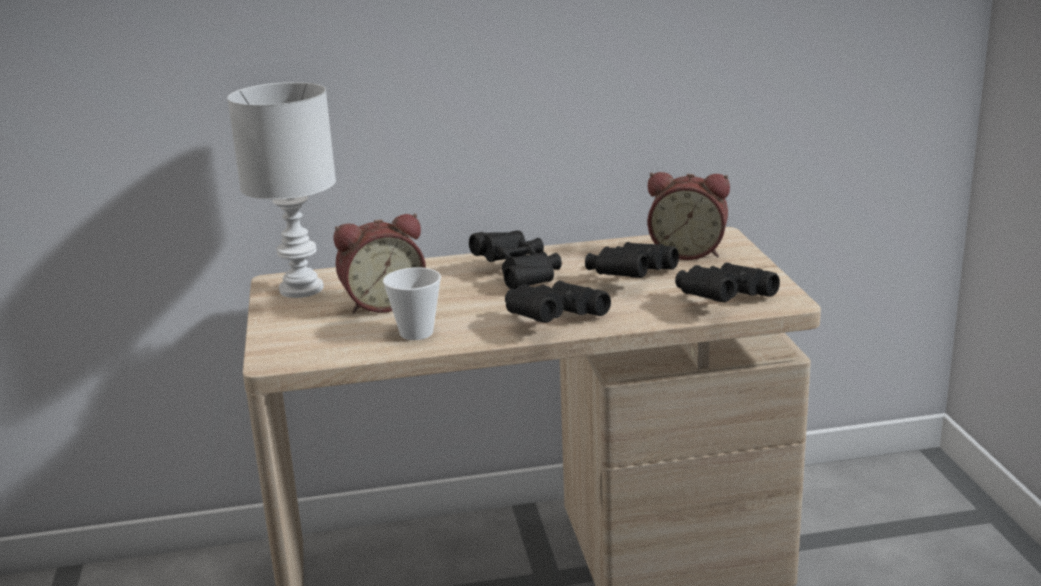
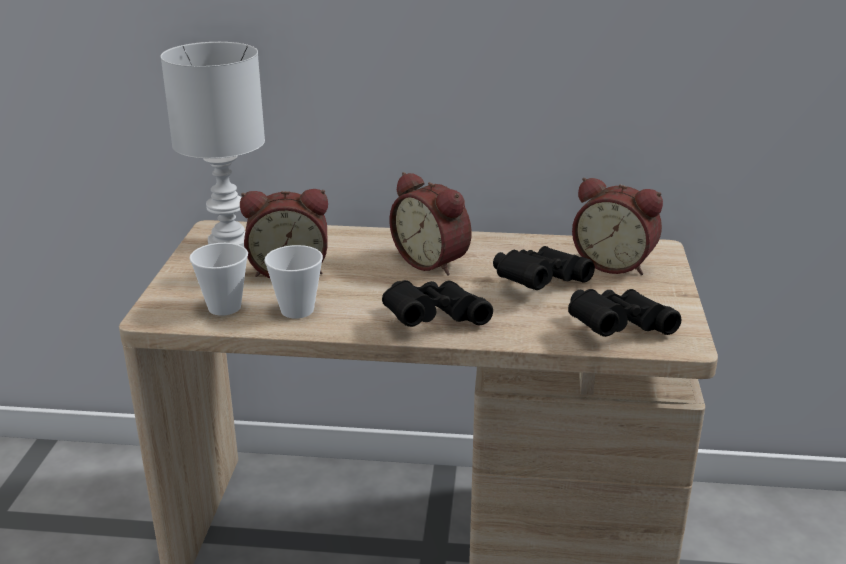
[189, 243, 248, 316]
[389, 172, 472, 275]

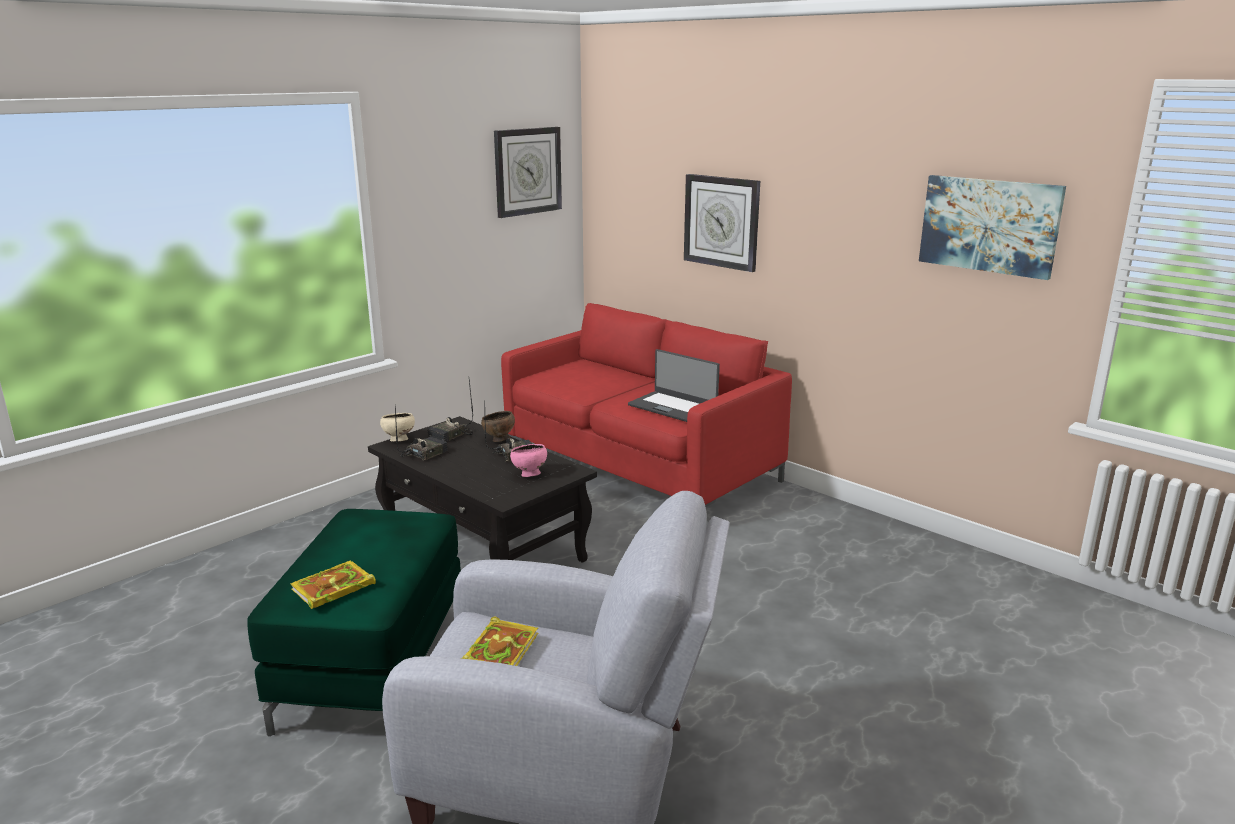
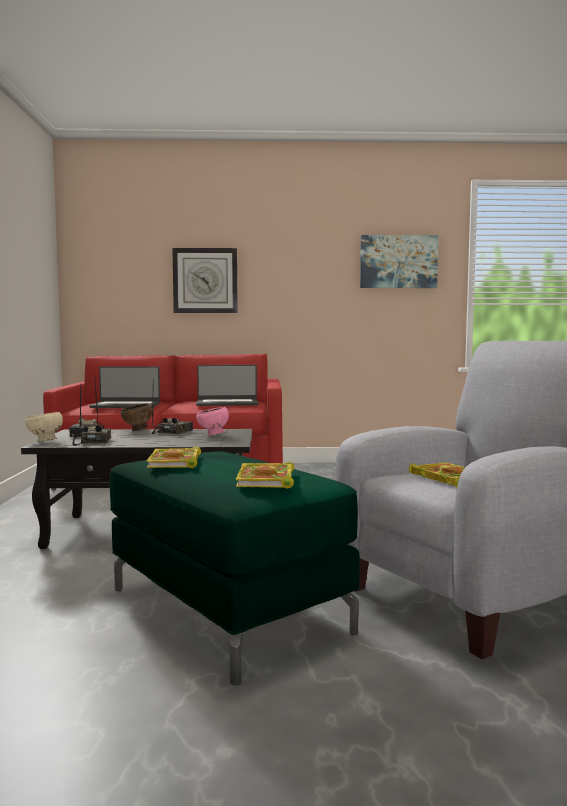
[494, 127, 562, 218] (first image)
[89, 366, 160, 408]
[146, 447, 201, 468]

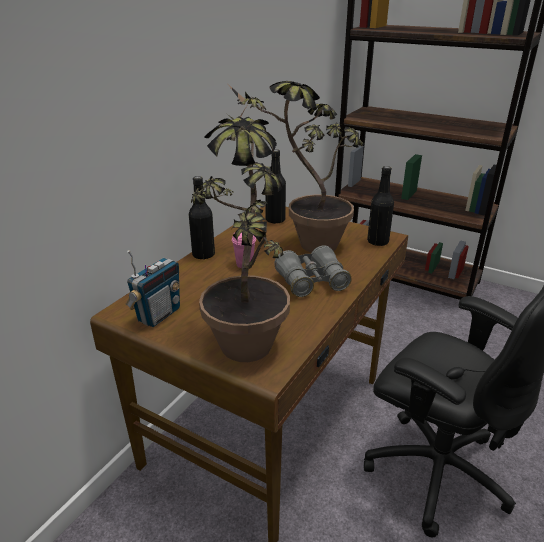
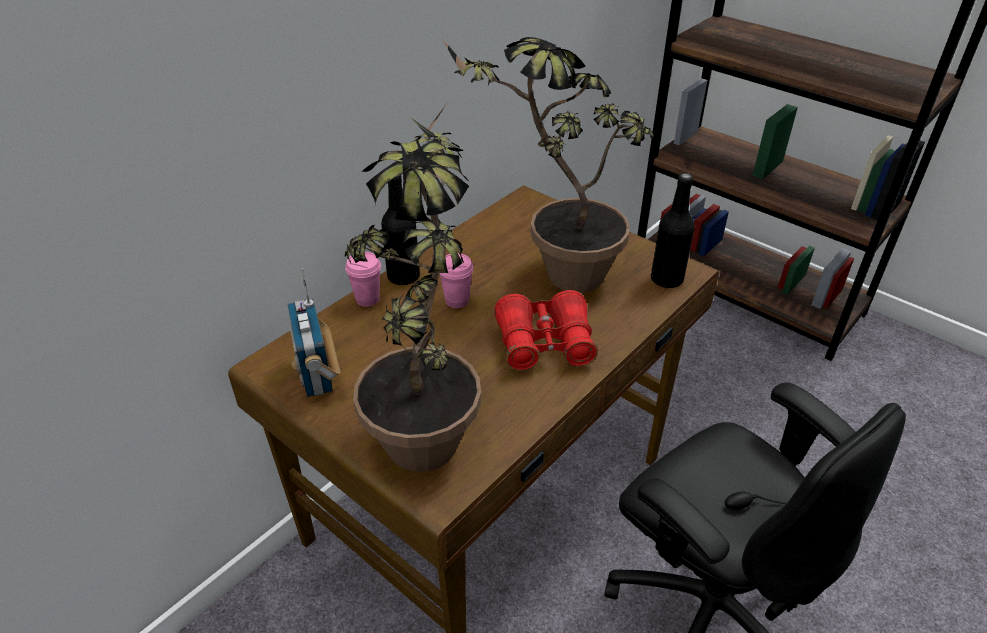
[265, 149, 286, 224] (first image)
[345, 252, 381, 307]
[494, 290, 598, 371]
[287, 268, 340, 397]

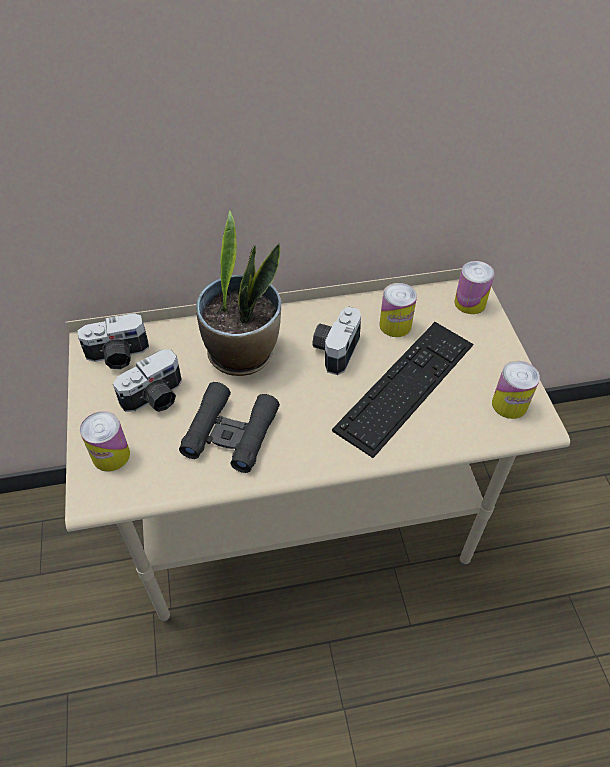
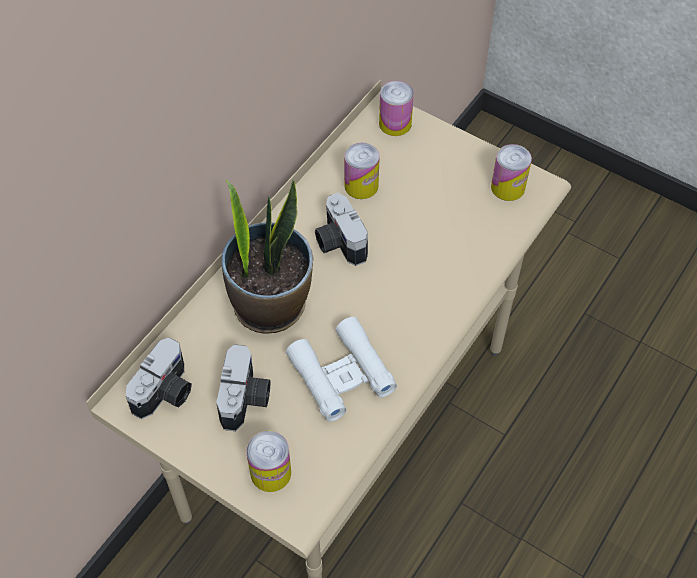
[332, 322, 473, 458] (first image)
[286, 317, 397, 422]

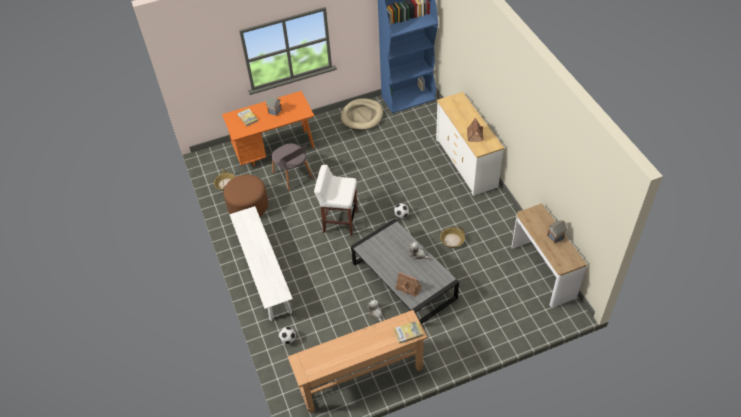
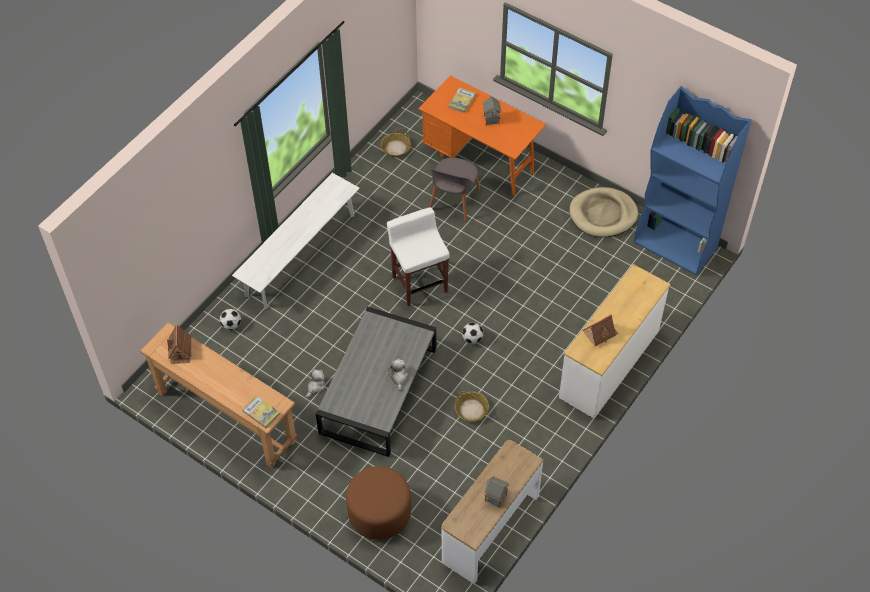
[346, 466, 411, 540]
[167, 324, 191, 364]

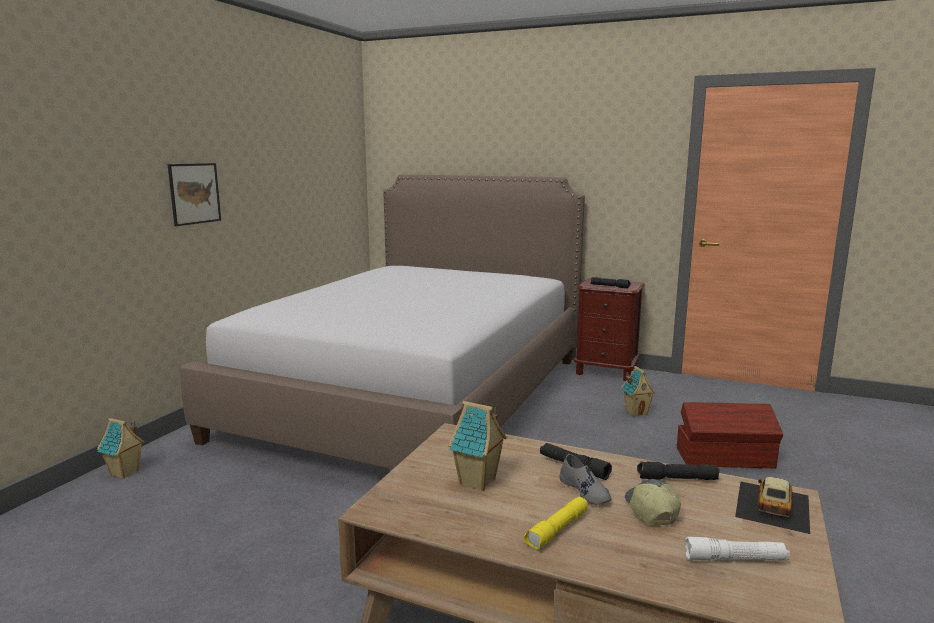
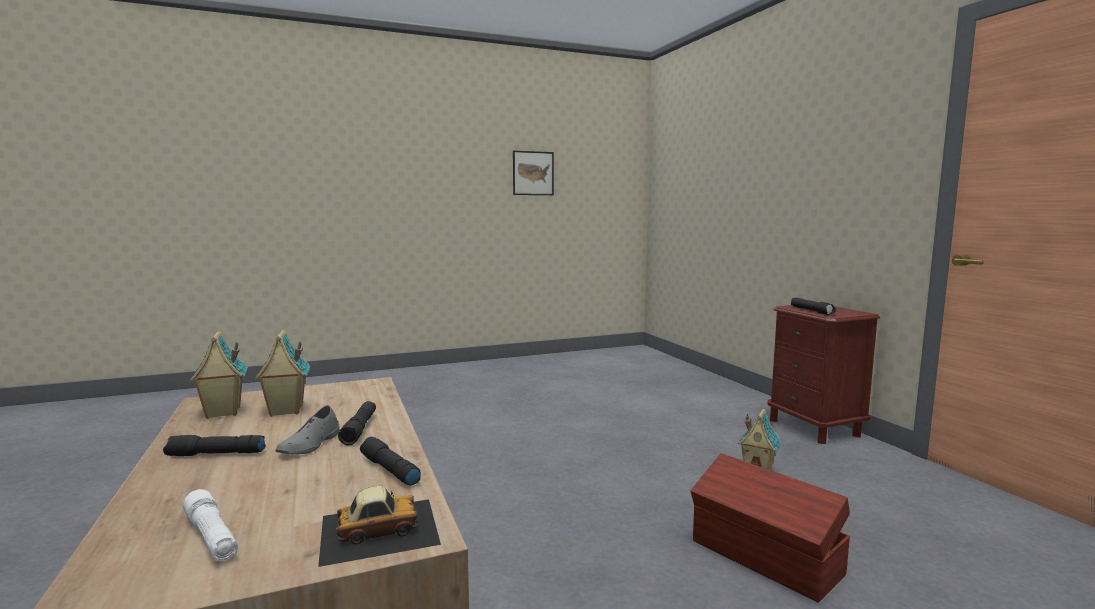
[180, 175, 585, 469] (first image)
[625, 479, 681, 526] (first image)
[189, 331, 248, 419]
[513, 151, 554, 195]
[163, 435, 266, 456]

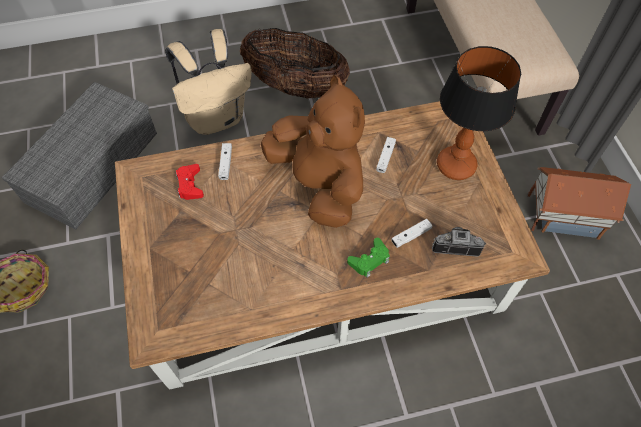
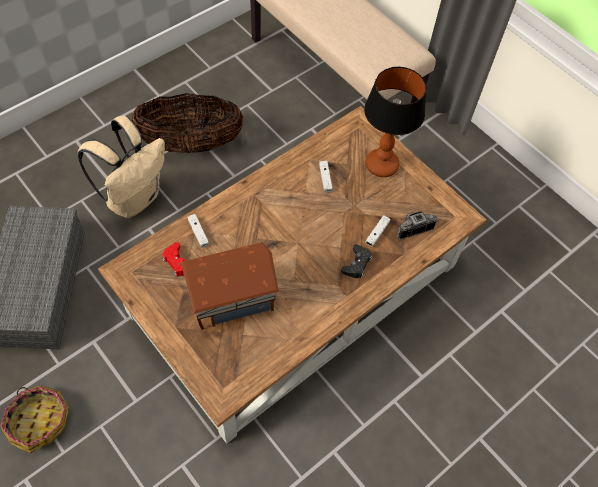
[261, 75, 365, 228] (first image)
[179, 242, 280, 330]
[341, 244, 372, 278]

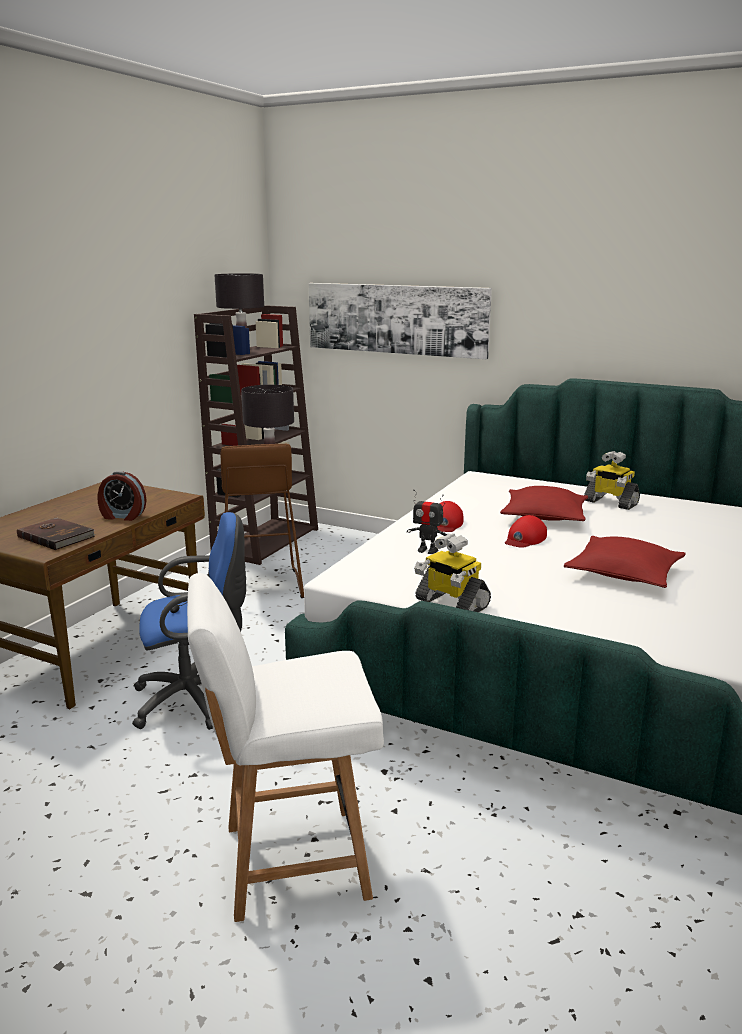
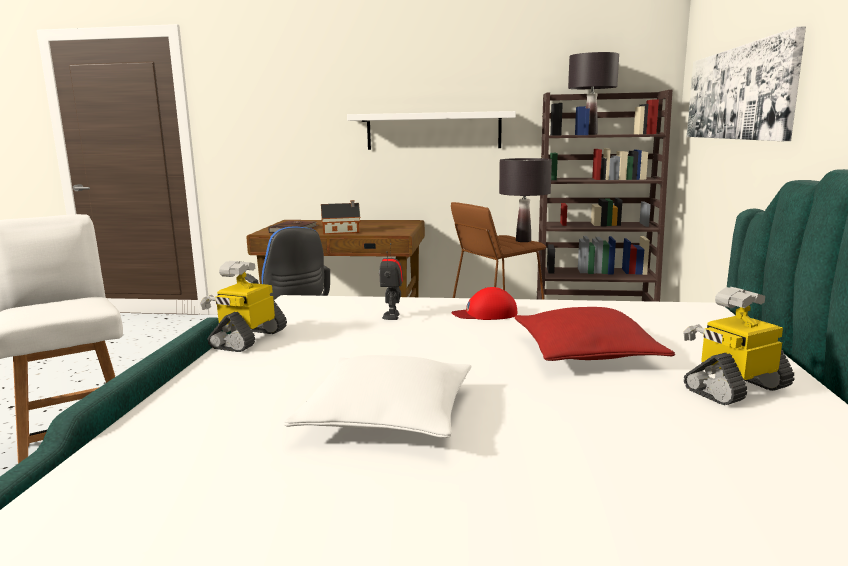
[505, 515, 547, 548] (first image)
[347, 111, 516, 150]
[321, 200, 361, 234]
[284, 355, 471, 438]
[683, 287, 795, 405]

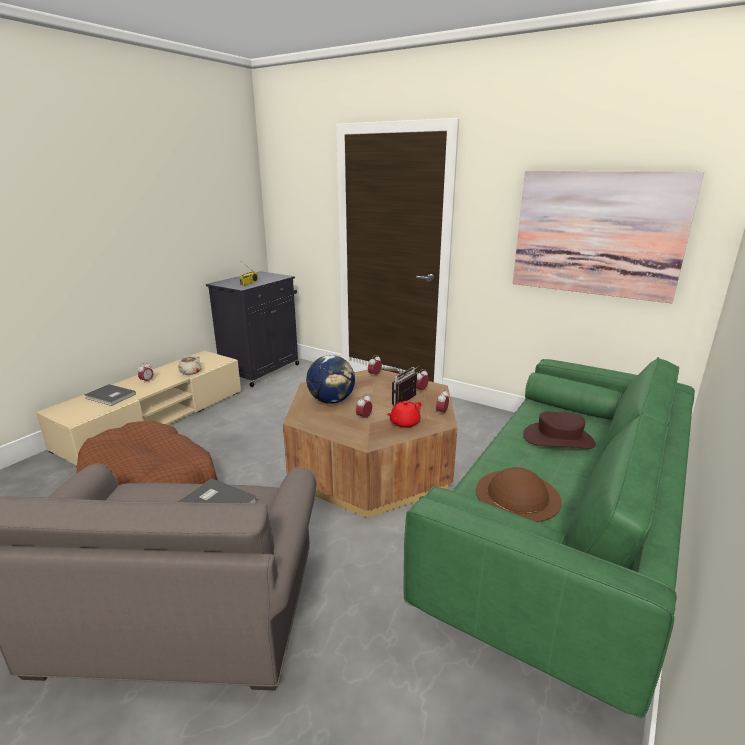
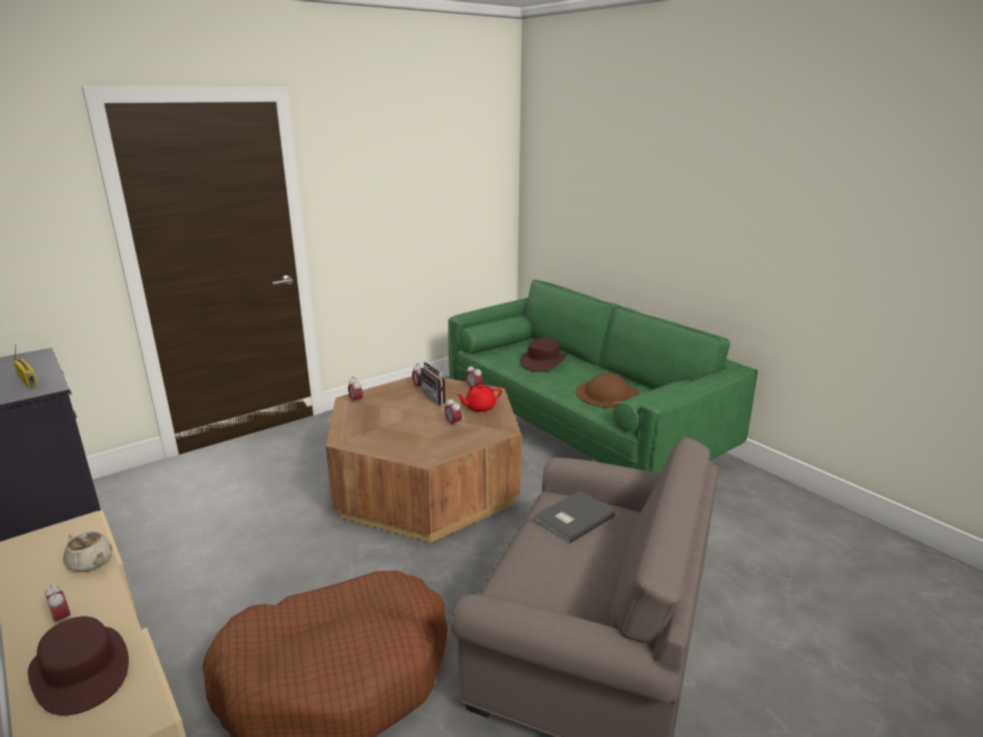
[306, 355, 355, 404] (first image)
[513, 170, 704, 303] (first image)
[28, 616, 129, 715]
[456, 385, 502, 412]

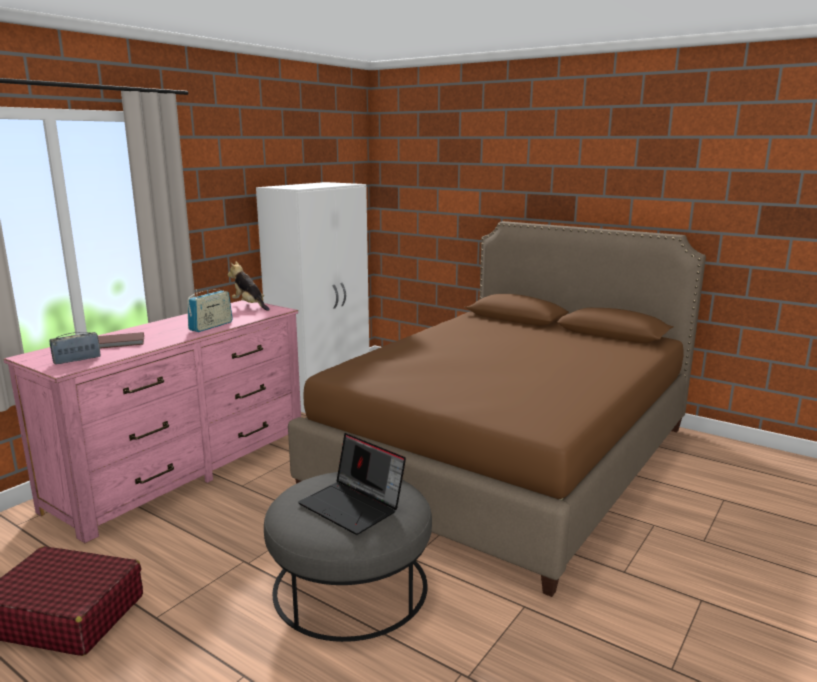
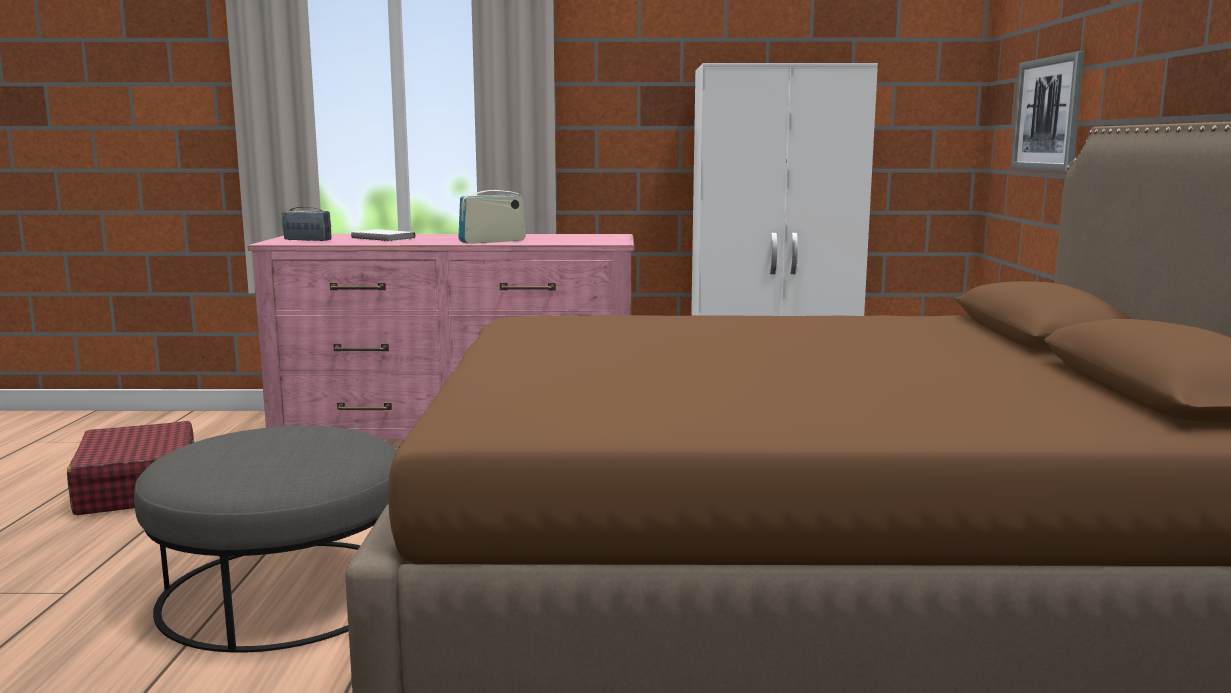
[228, 261, 270, 311] (first image)
[298, 433, 406, 535] (first image)
[1011, 51, 1085, 173]
[351, 229, 416, 241]
[458, 184, 526, 244]

